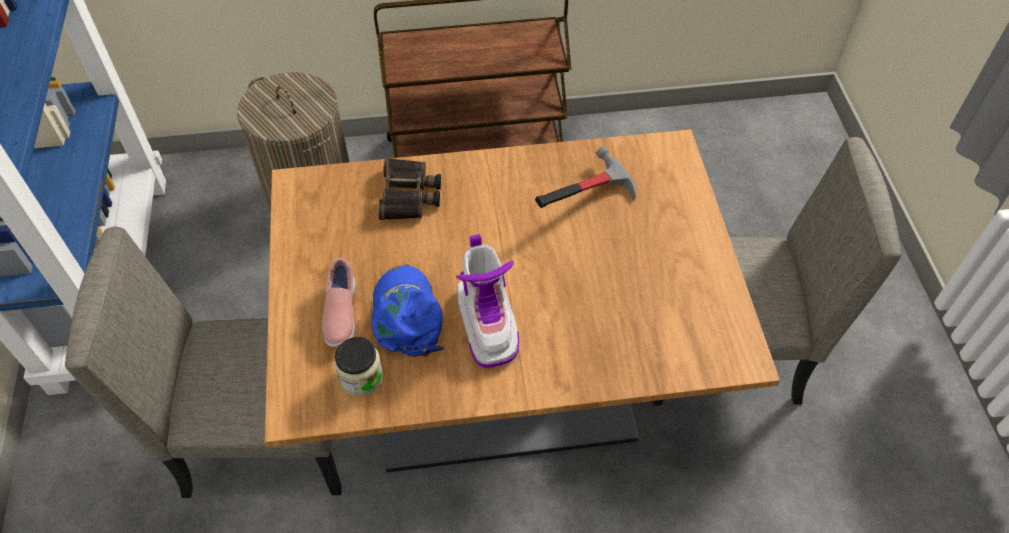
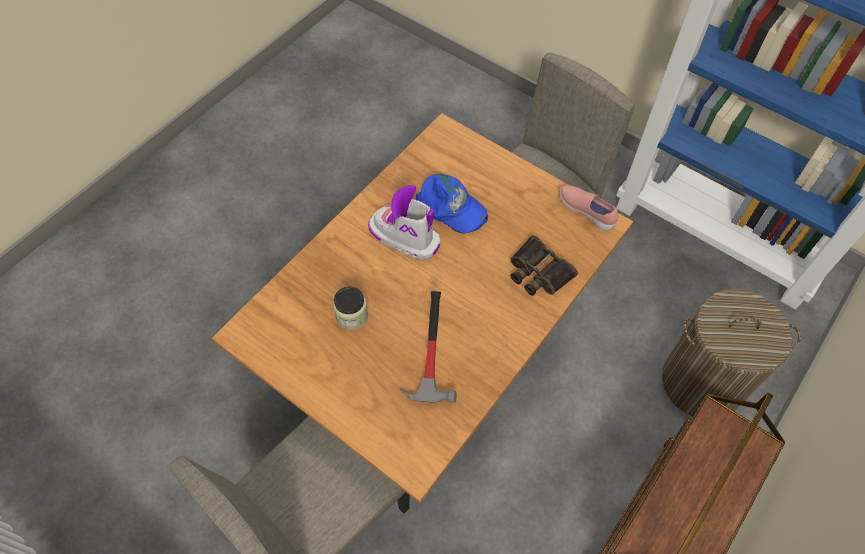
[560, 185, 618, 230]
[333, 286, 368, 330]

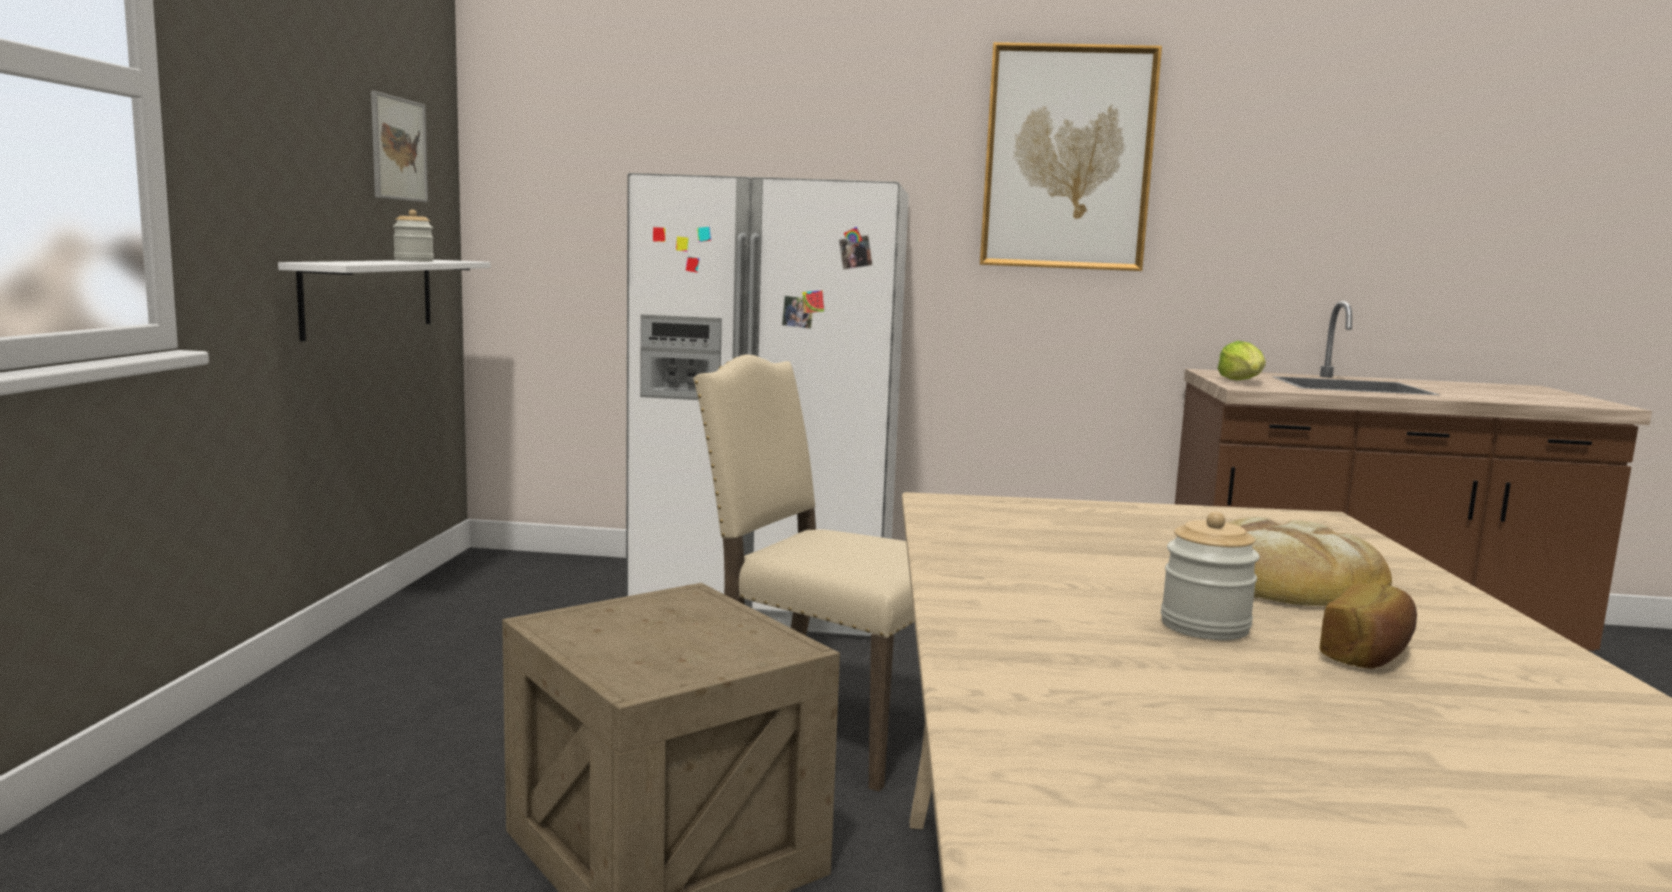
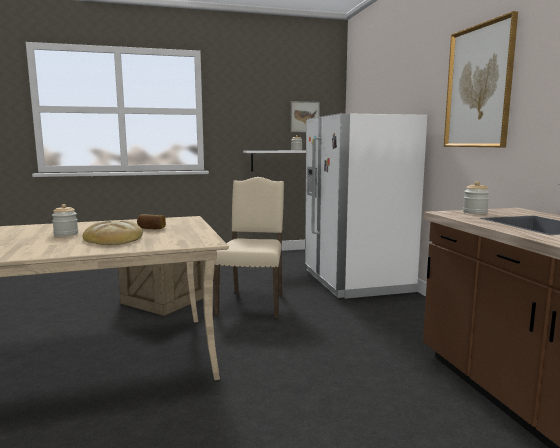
[137, 214, 166, 229]
[463, 181, 489, 214]

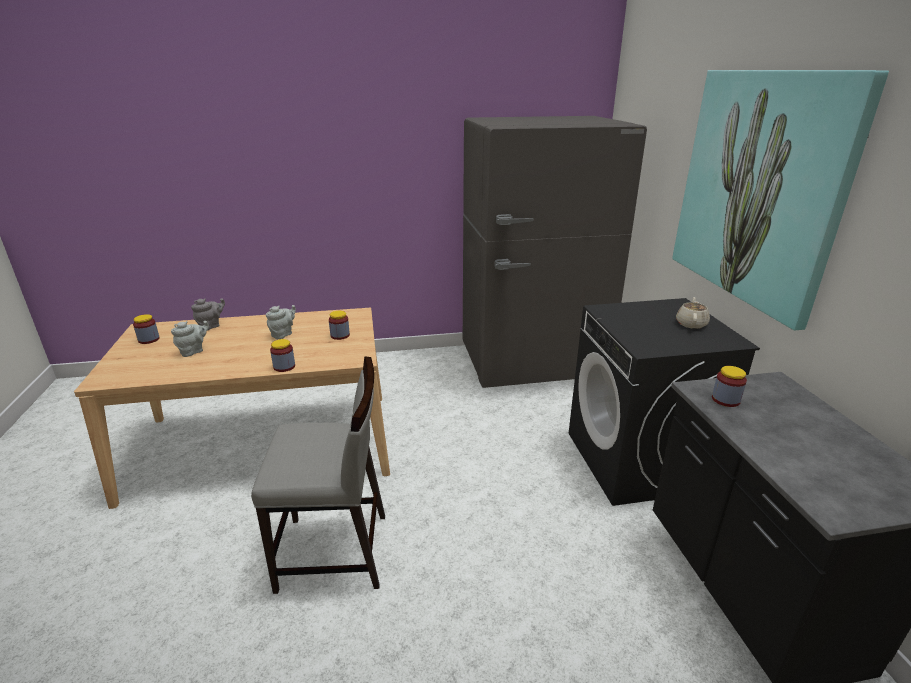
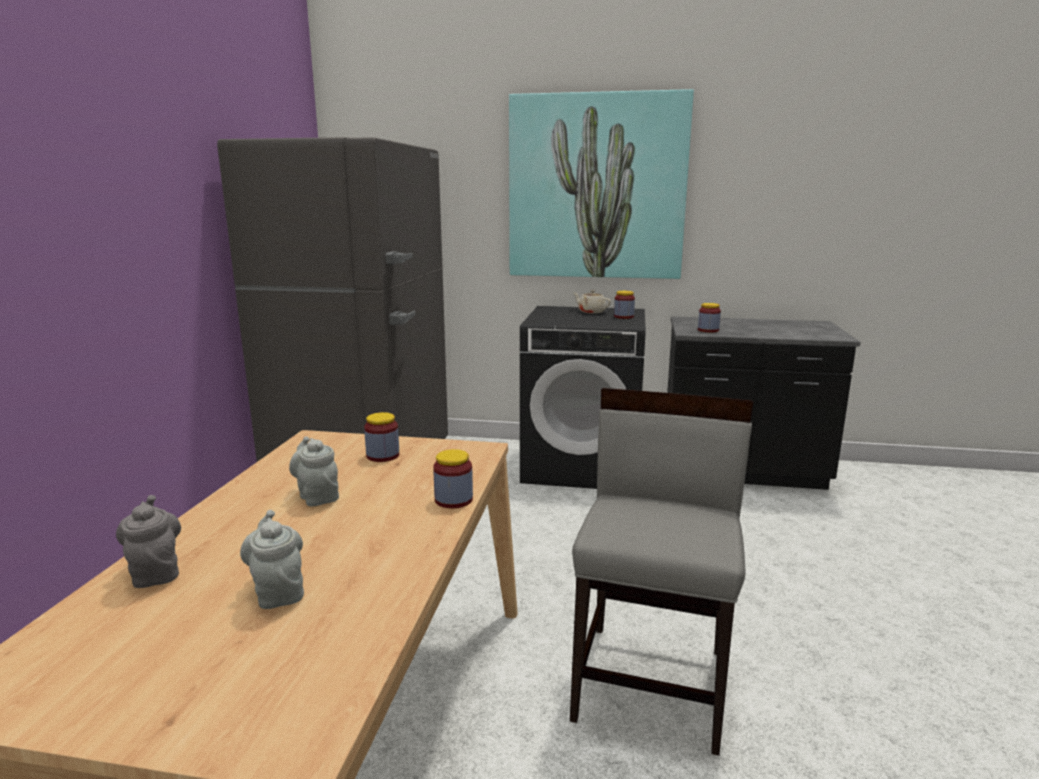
[614, 291, 635, 319]

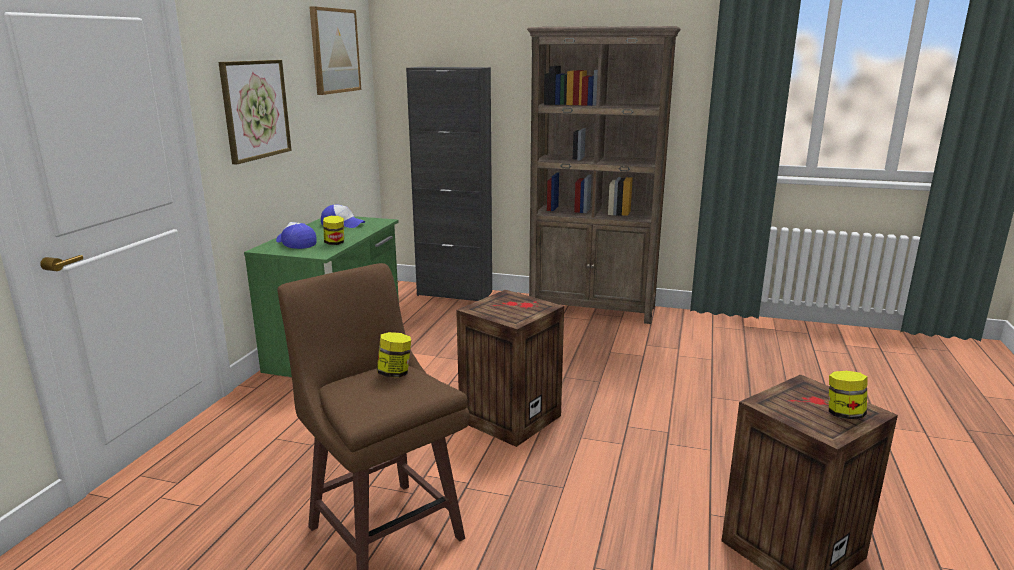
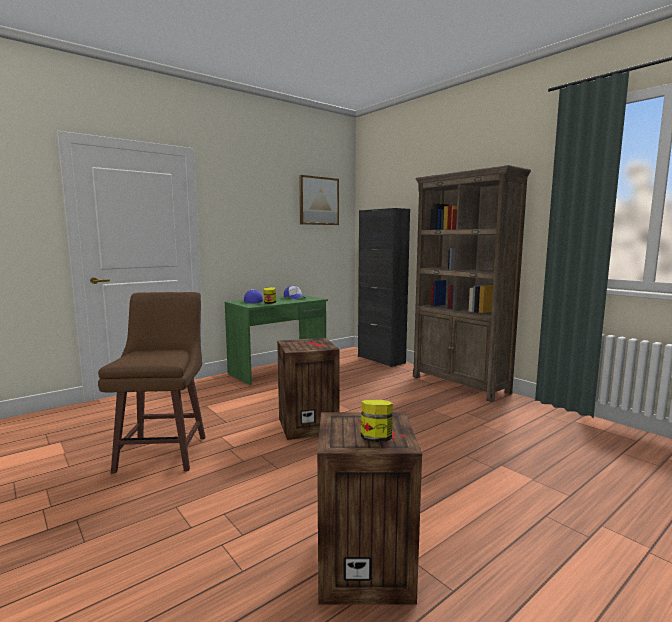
[218, 60, 292, 165] (first image)
[377, 332, 411, 377] (first image)

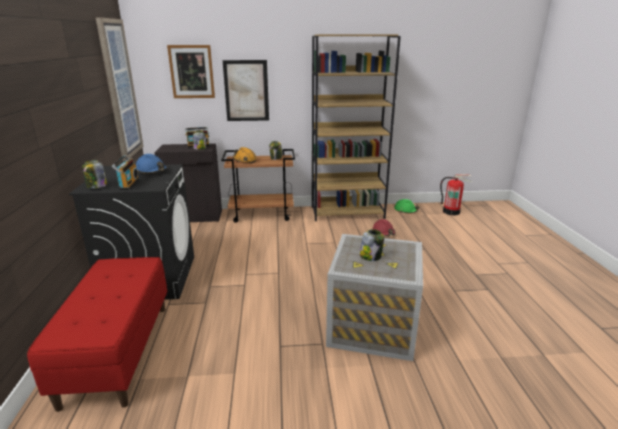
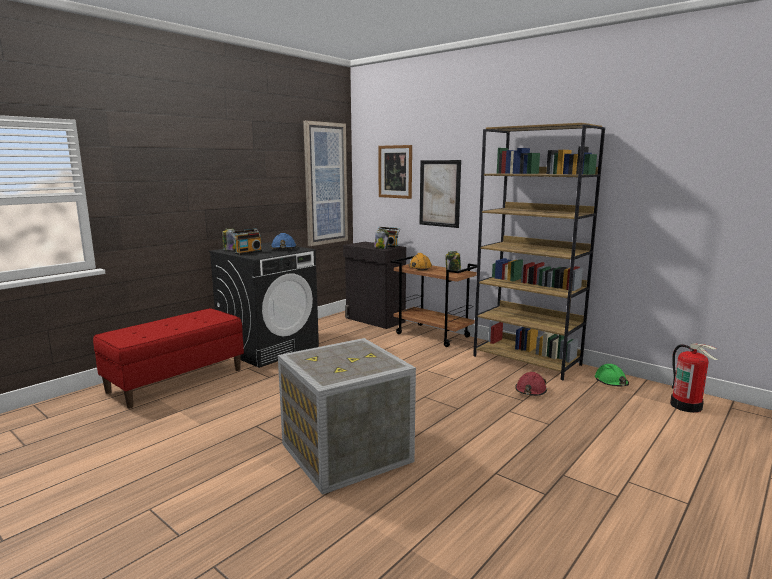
[360, 229, 384, 261] (first image)

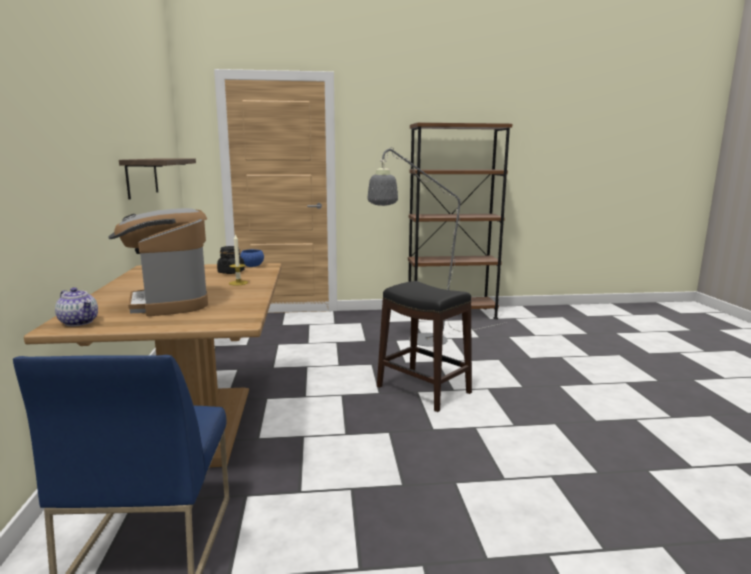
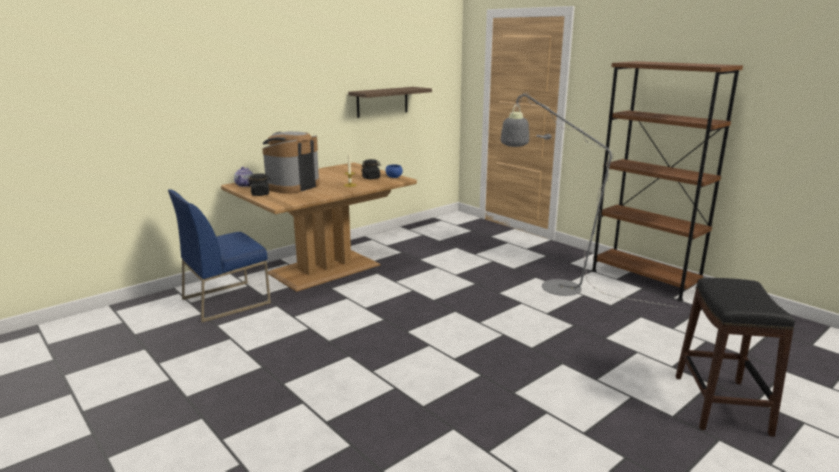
[248, 173, 271, 196]
[676, 278, 795, 437]

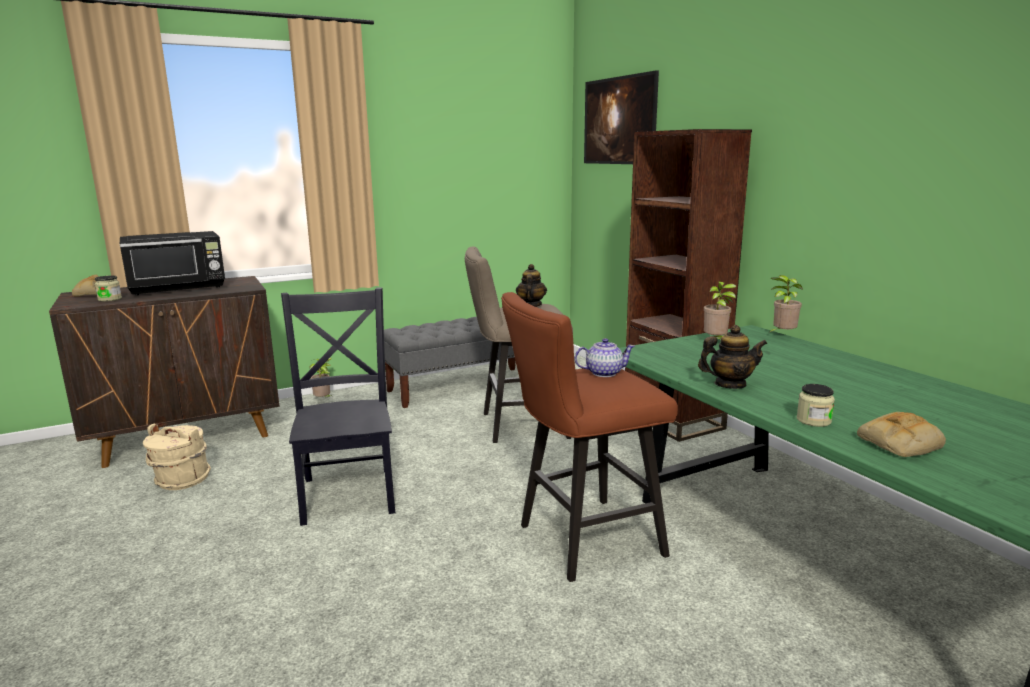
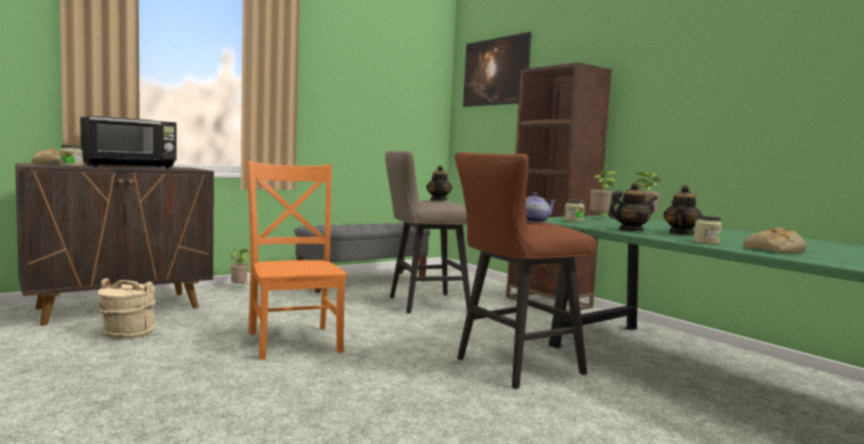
[564, 200, 585, 222]
[663, 185, 703, 234]
[246, 161, 348, 360]

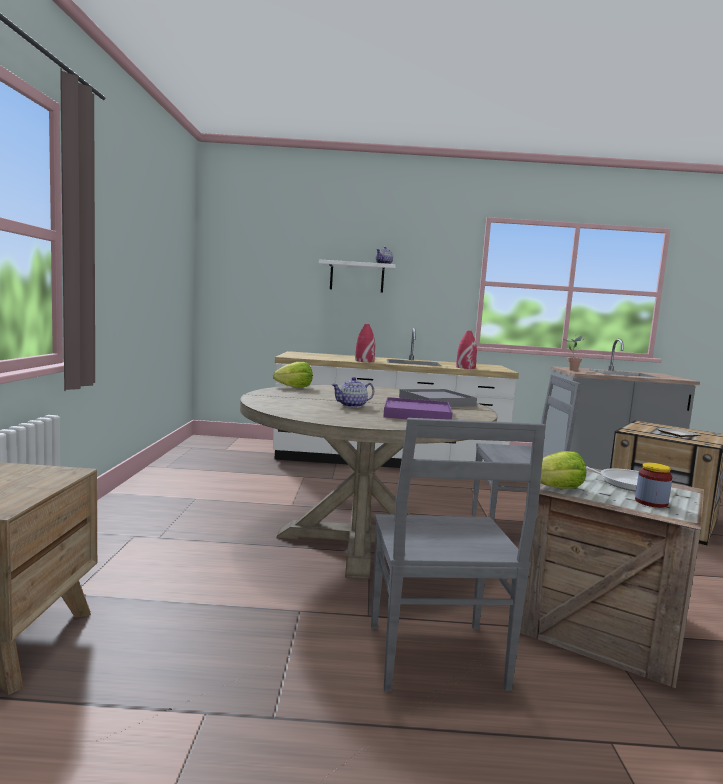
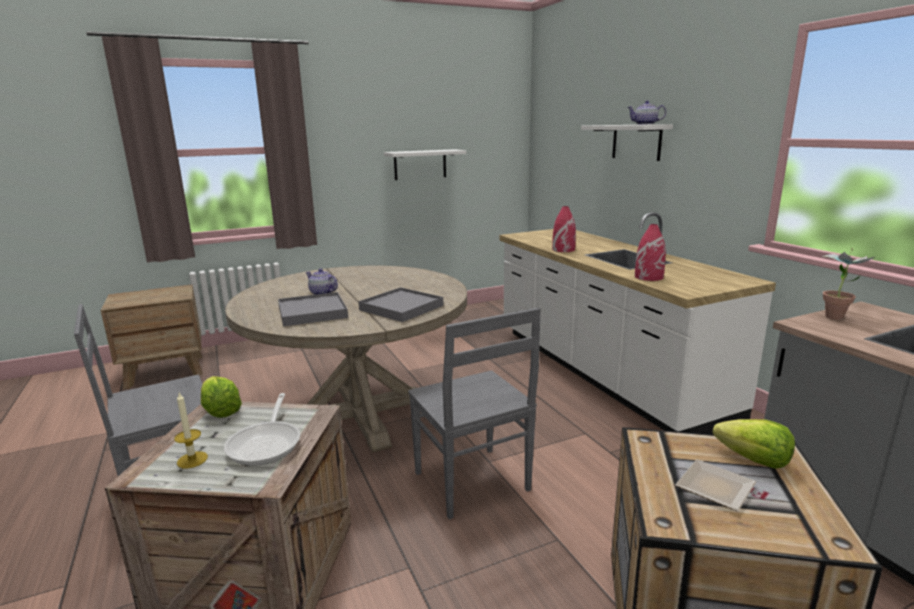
[384, 149, 466, 180]
[712, 419, 795, 469]
[174, 393, 208, 468]
[278, 292, 348, 326]

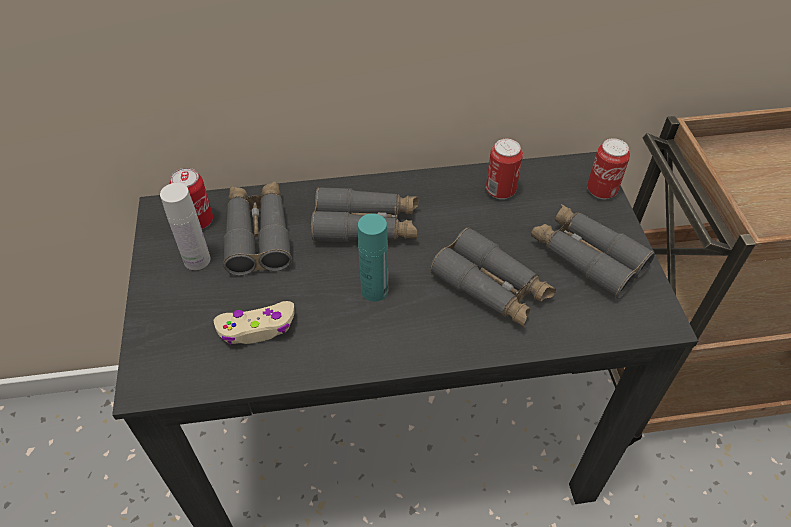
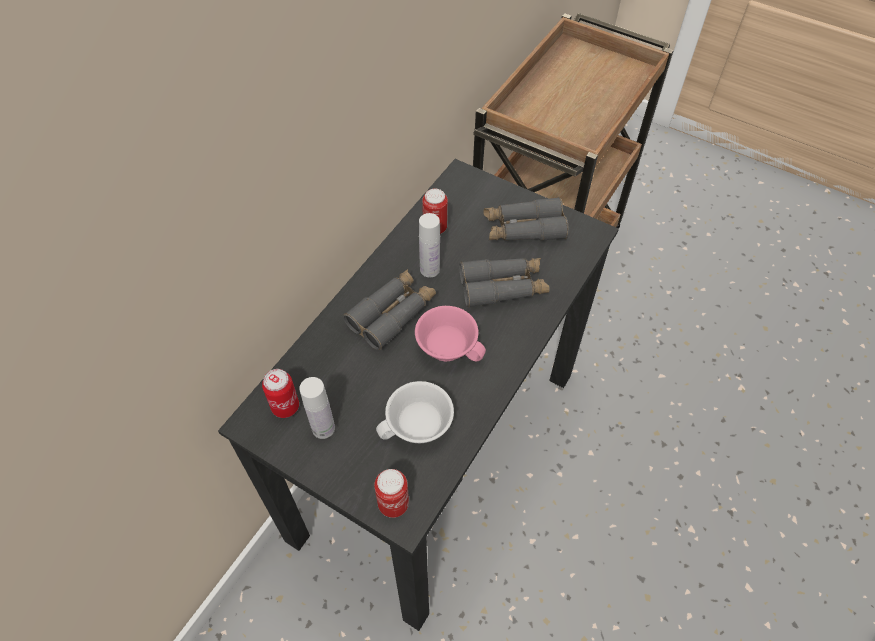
[223, 182, 292, 276] (first image)
[419, 213, 440, 277]
[374, 469, 409, 518]
[376, 381, 454, 443]
[415, 306, 486, 362]

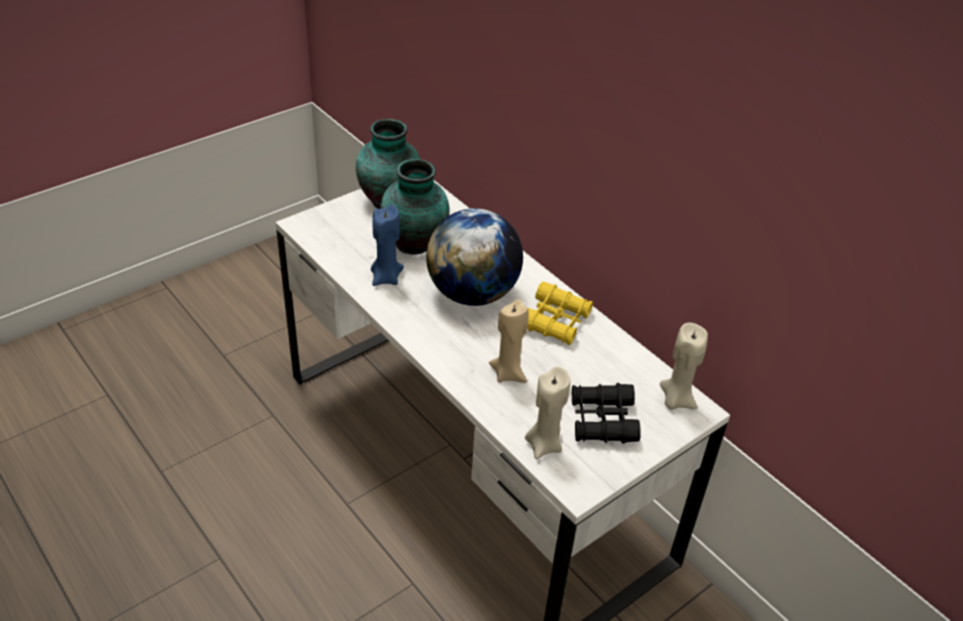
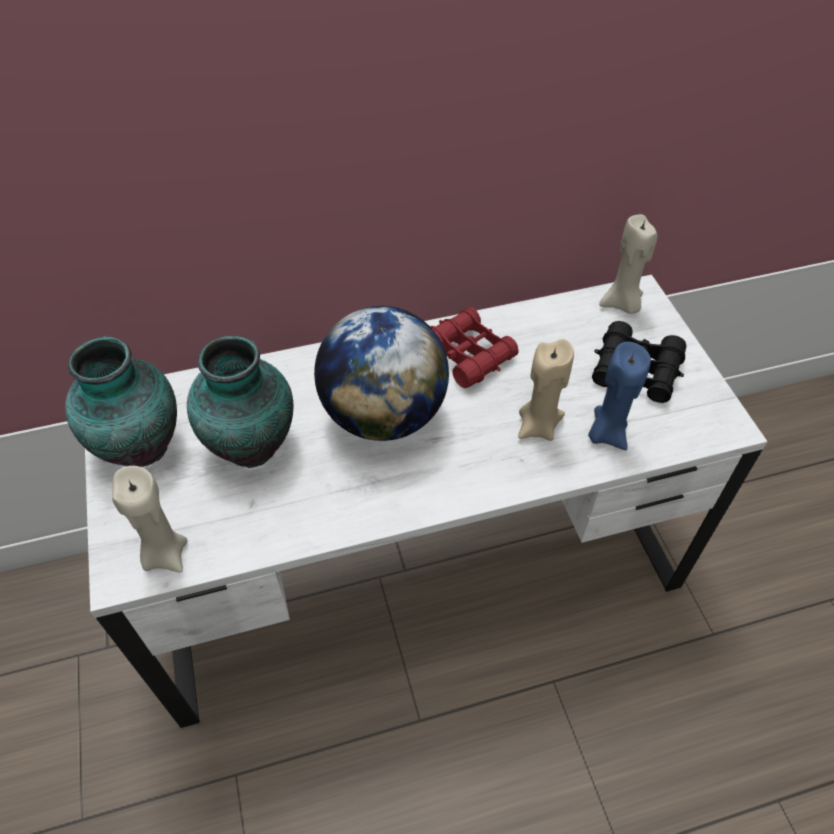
[588, 342, 651, 450]
[112, 466, 188, 572]
[430, 307, 519, 388]

